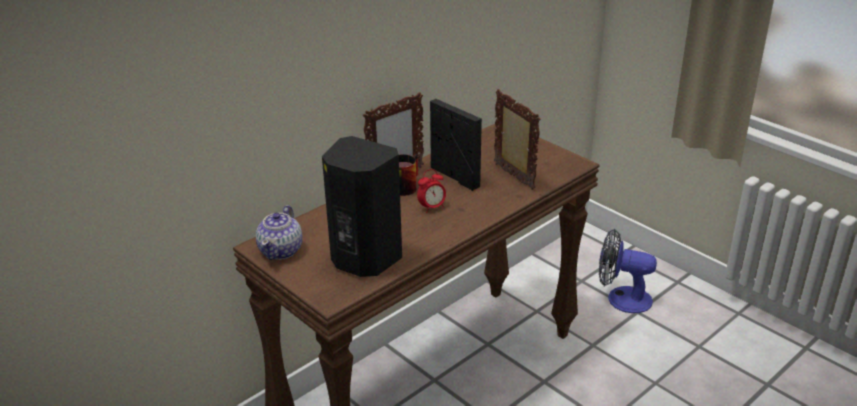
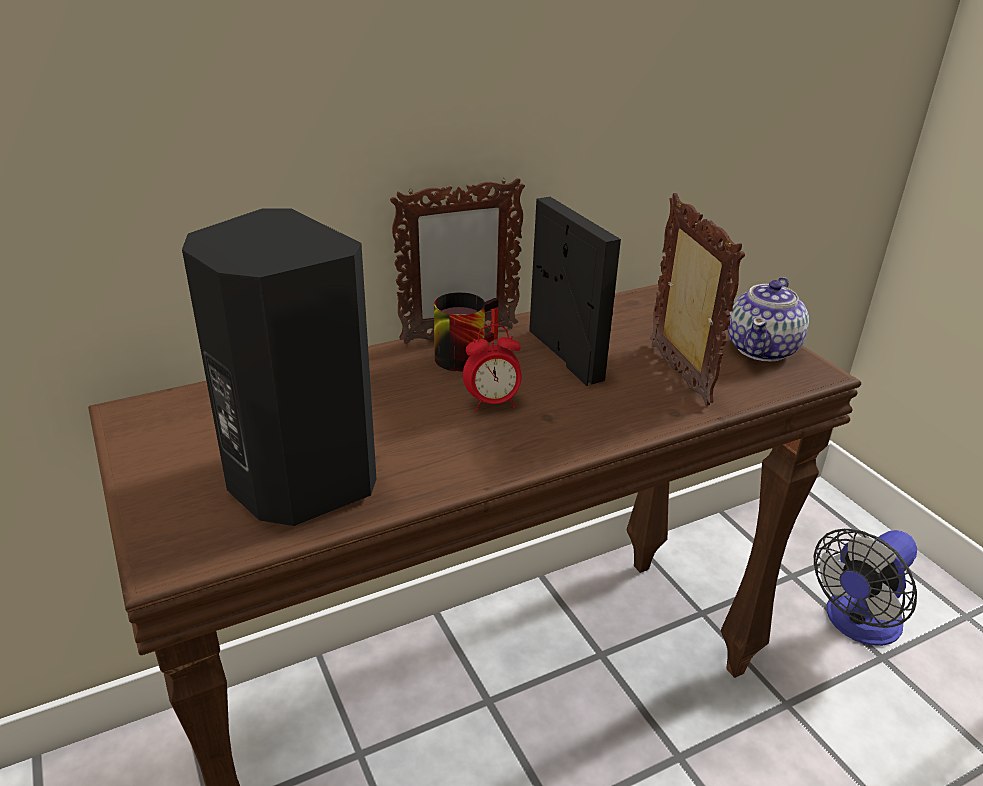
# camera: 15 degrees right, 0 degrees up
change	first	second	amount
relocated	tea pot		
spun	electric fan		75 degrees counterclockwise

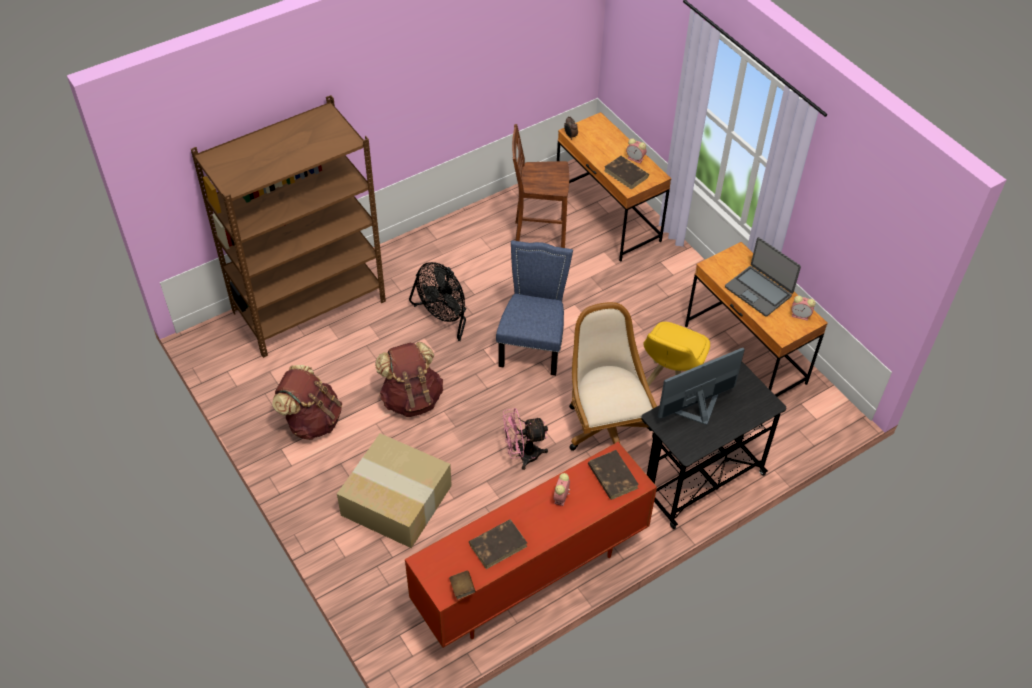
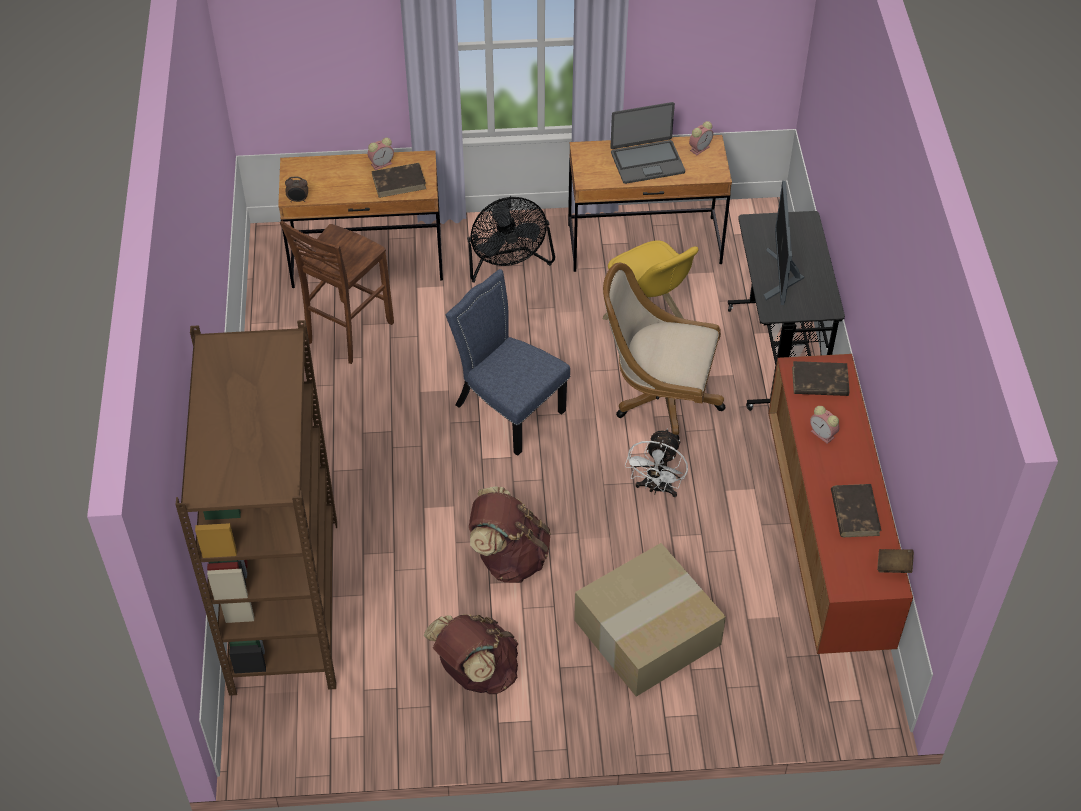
# camera: 60 degrees left, 0 degrees up
change	first	second	amount
relocated	black-coloured electric fan		
colour	pinkish electric fan	white electric fan	

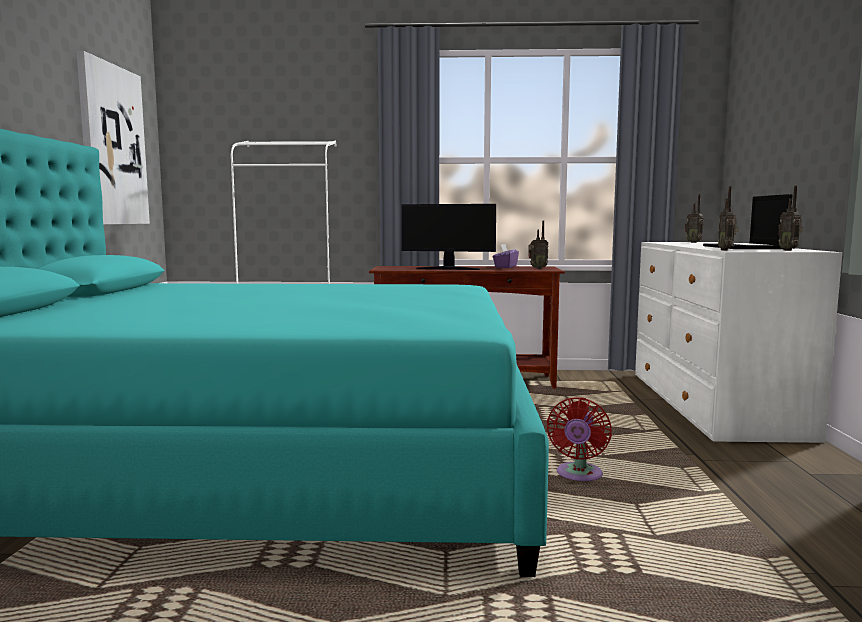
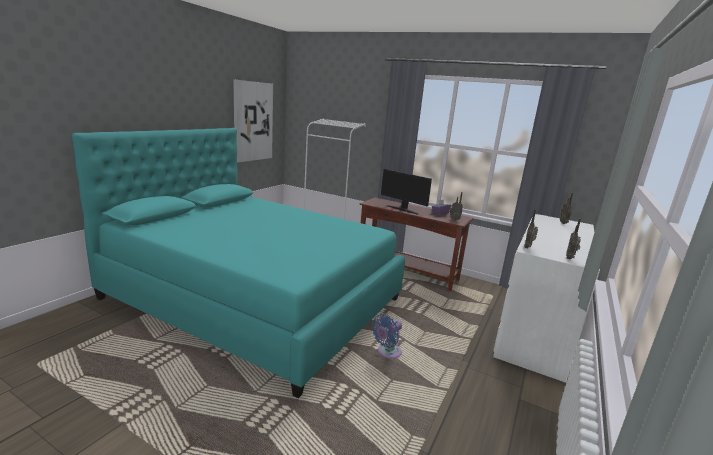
# camera: 25 degrees right, 10 degrees up
change	first	second	amount
colour	reddish electric fan	bluish electric fan	
missing	notebook computer		

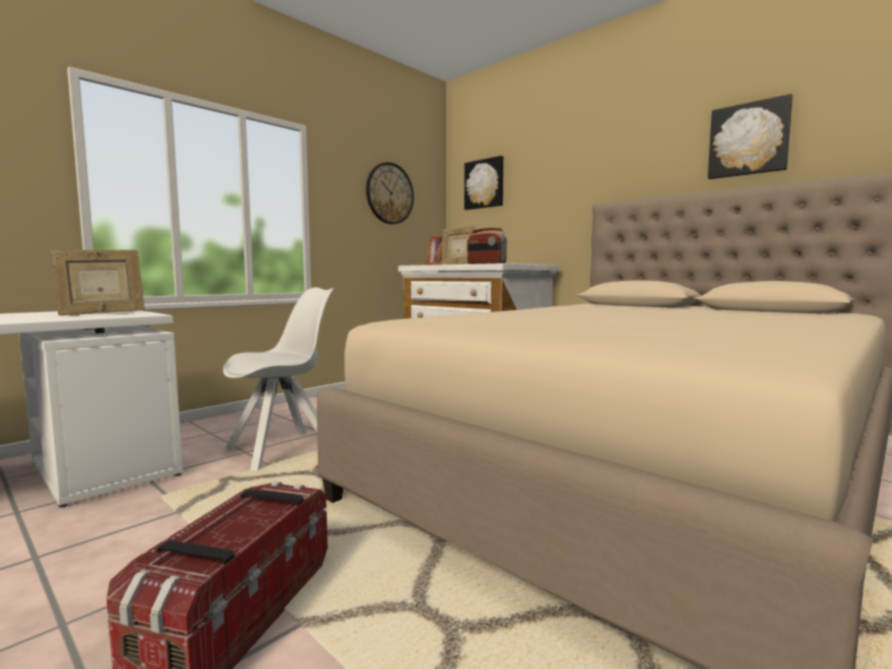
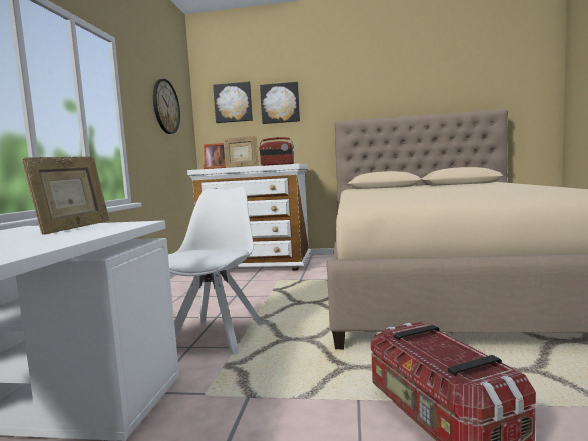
# camera: 35 degrees left, 0 degrees up
change	first	second	amount
relocated	picture (no. 2 from left)		

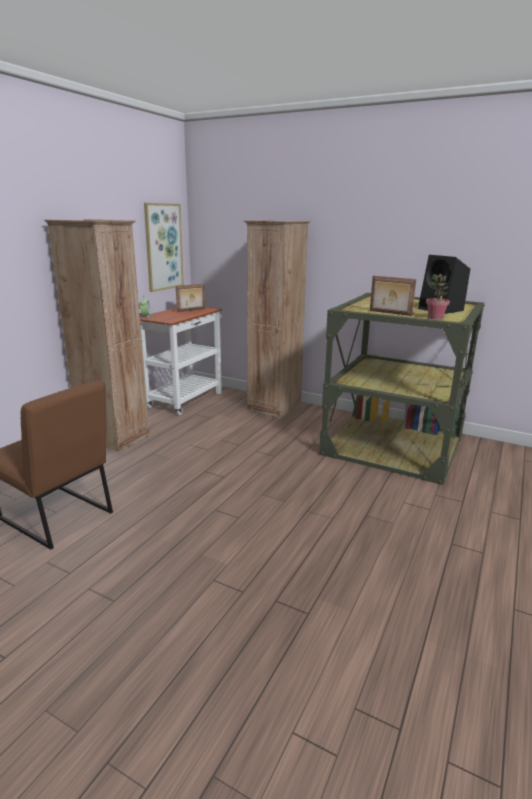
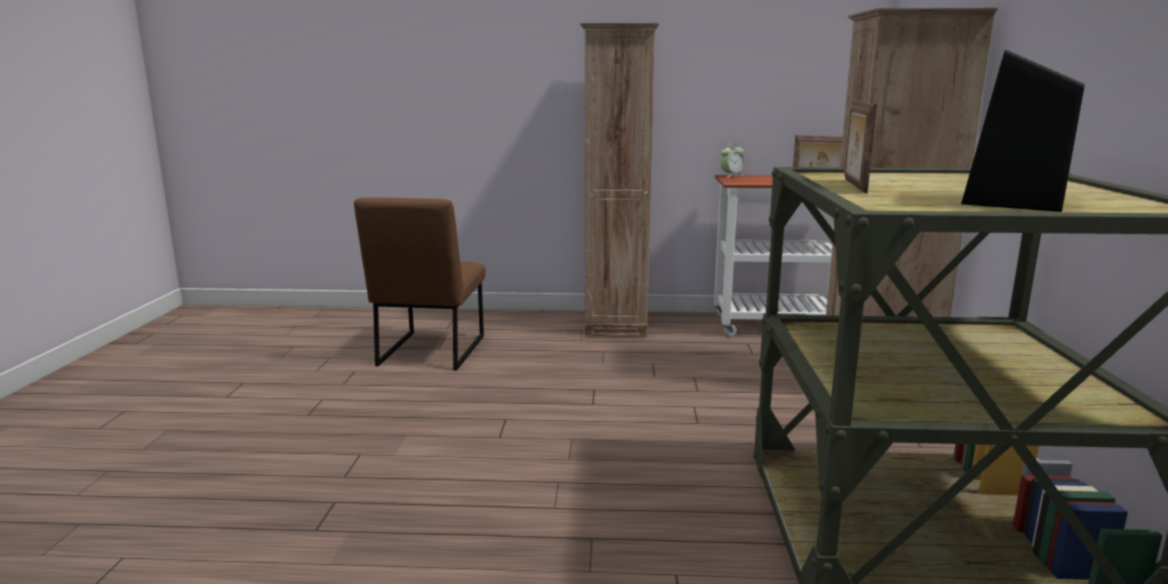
# camera: 65 degrees right, 5 degrees down
change	first	second	amount
missing	picture		
missing	plant in a pot		

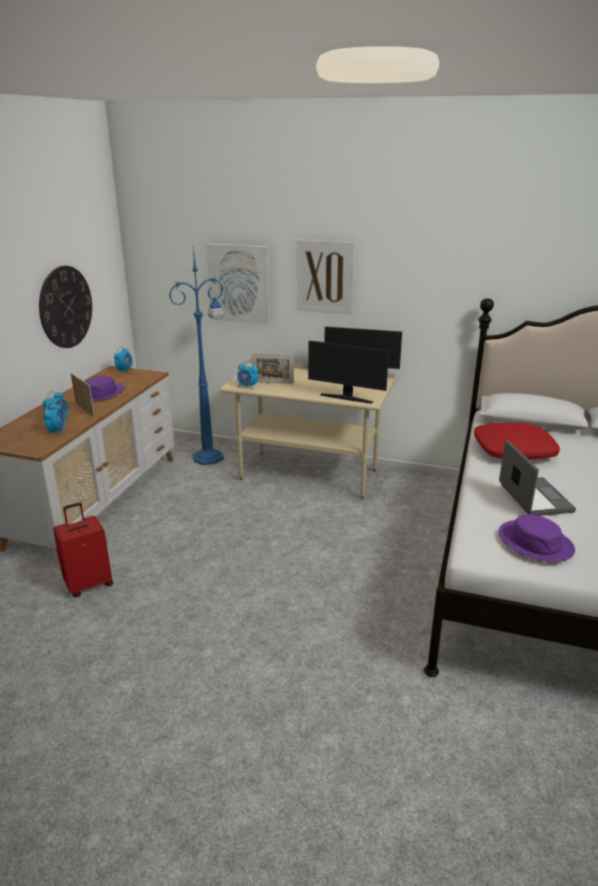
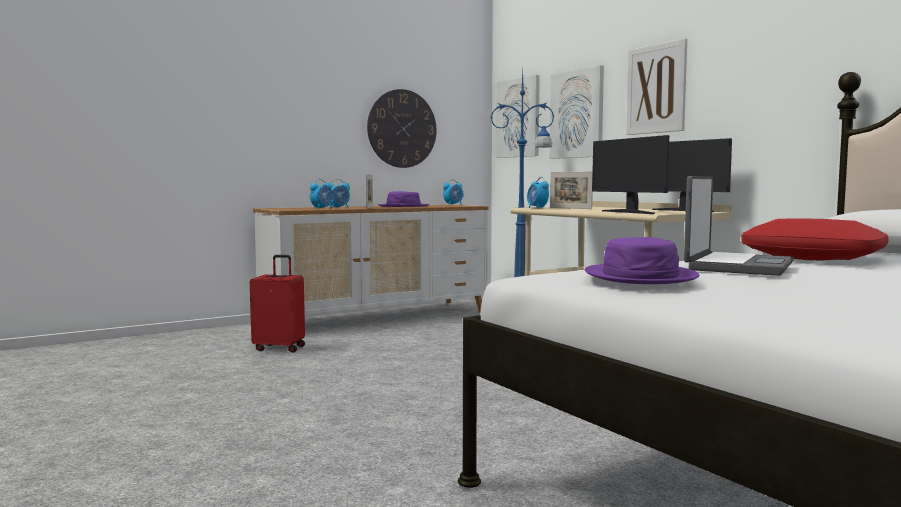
# camera: 40 degrees right, 20 degrees down
change	first	second	amount
appeared		picture (no. 1 from left)	

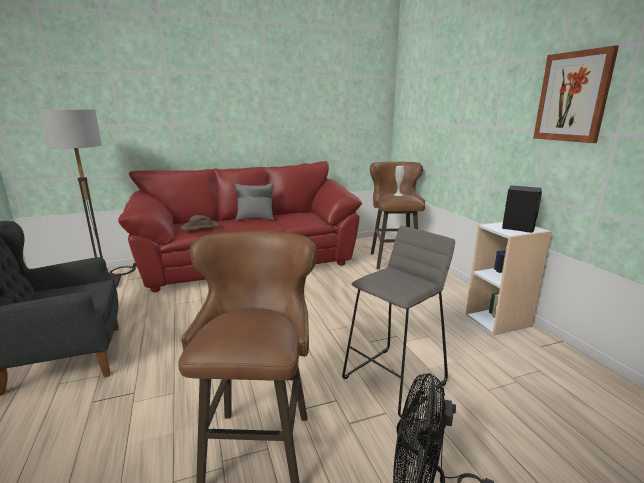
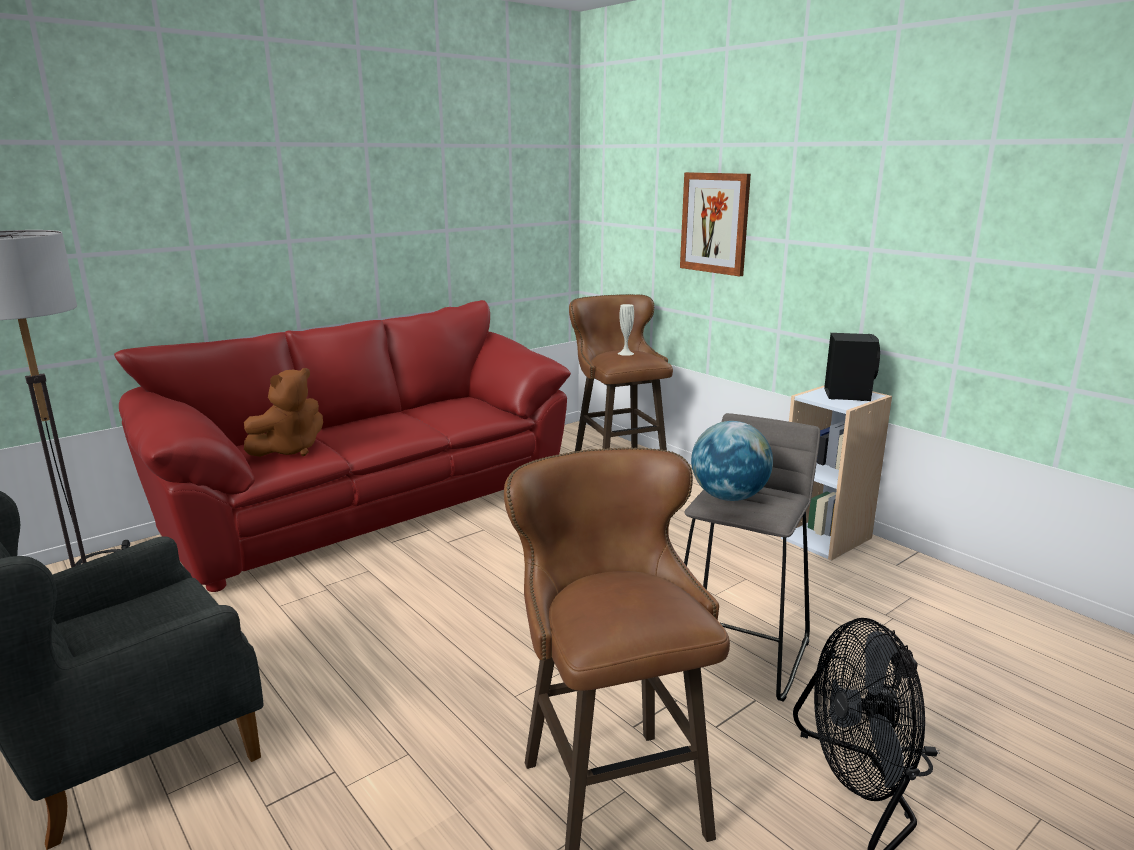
# camera: 20 degrees left, 0 degrees up
change	first	second	amount
exchanged	brown-coloured wearable hat	brown-coloured plush toy	
missing	grey cushion		
relocated	picture		
appeared		globe	

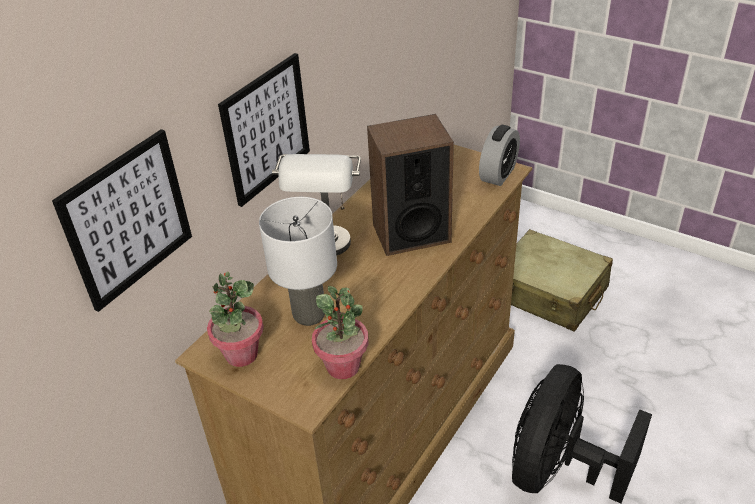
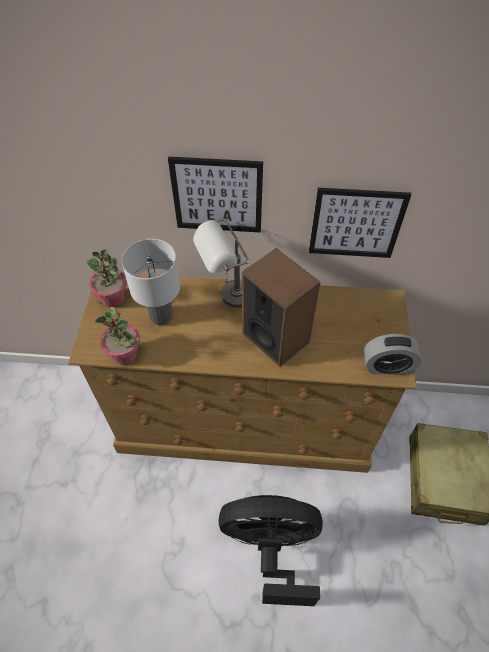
# camera: 60 degrees right, 15 degrees up
change	first	second	amount
relocated	picture (no. 1 from left in the first image)	picture (no. 2 from left)	

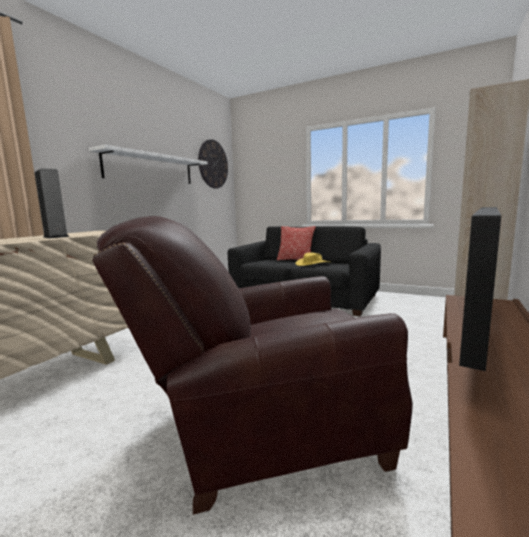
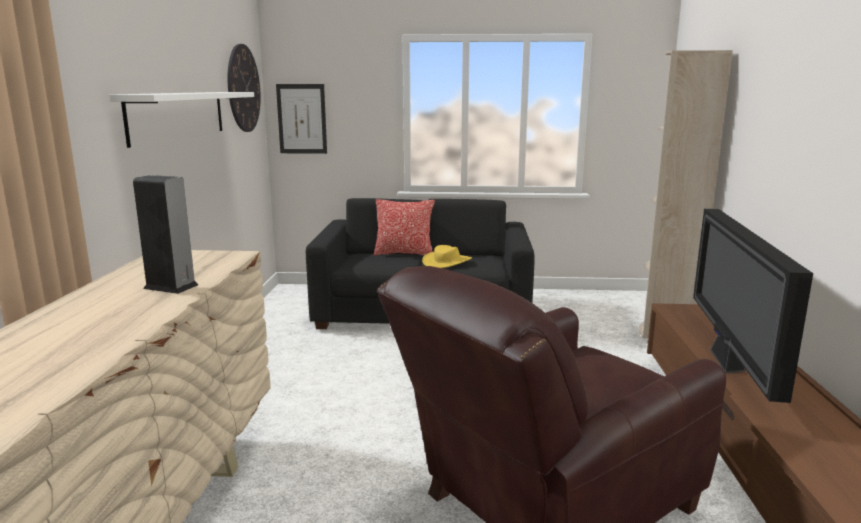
# camera: 25 degrees left, 5 degrees up
change	first	second	amount
appeared		picture	

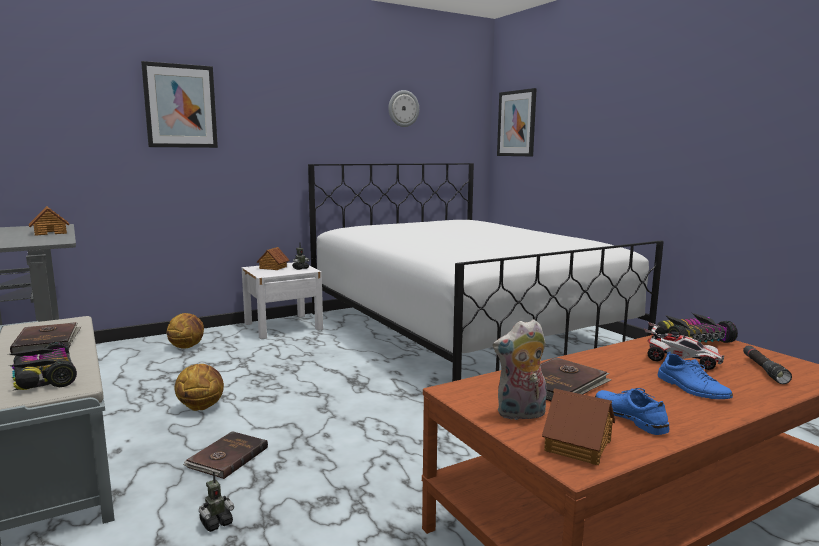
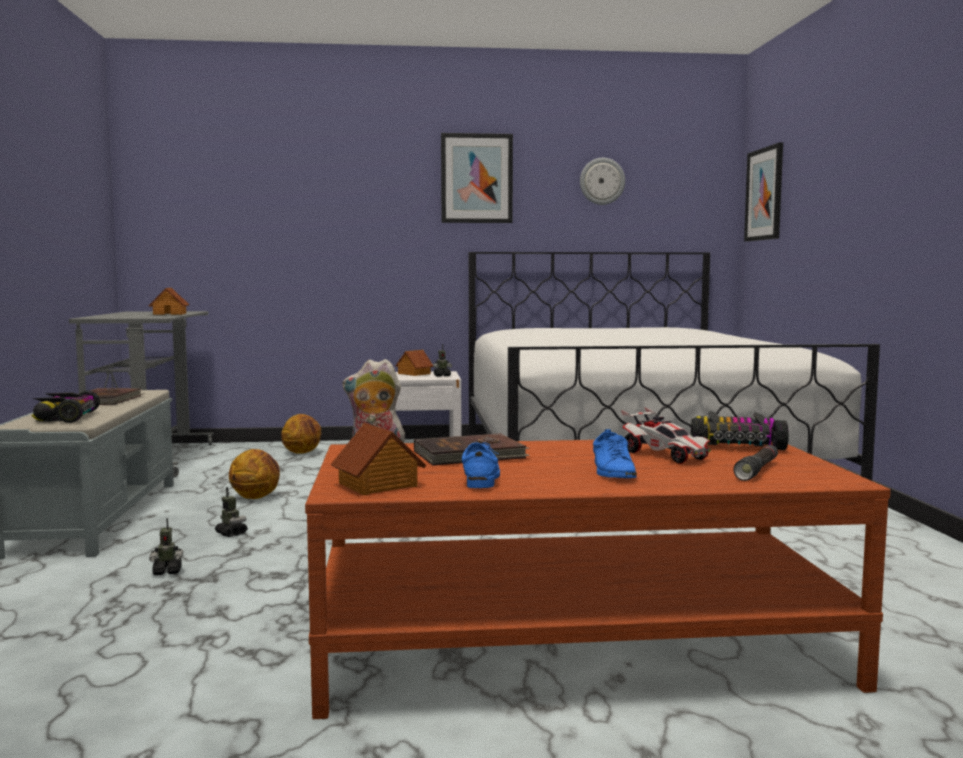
# camera: 25 degrees right, 5 degrees down
change	first	second	amount
relocated	picture (no. 1 from left)		
exchanged	brown-coloured bound book (no. 2 from left)	robot figure (no. 2 from left)	

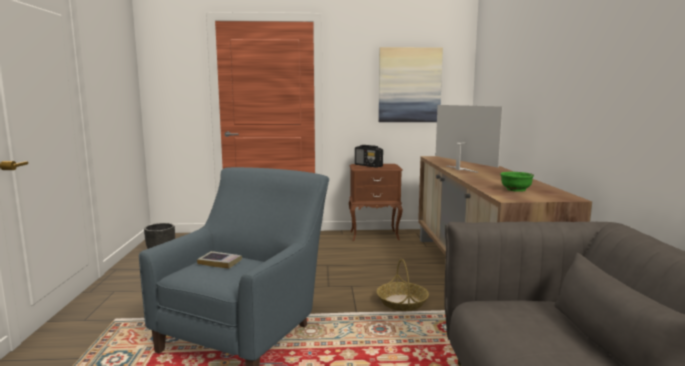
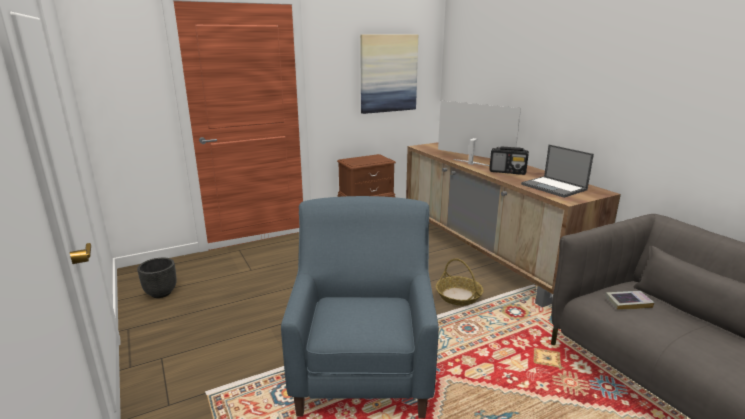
# camera: 25 degrees left, 10 degrees up
change	first	second	amount
relocated	bound book		
relocated	radio set		
exchanged	greenish serving bowl	notebook computer	

